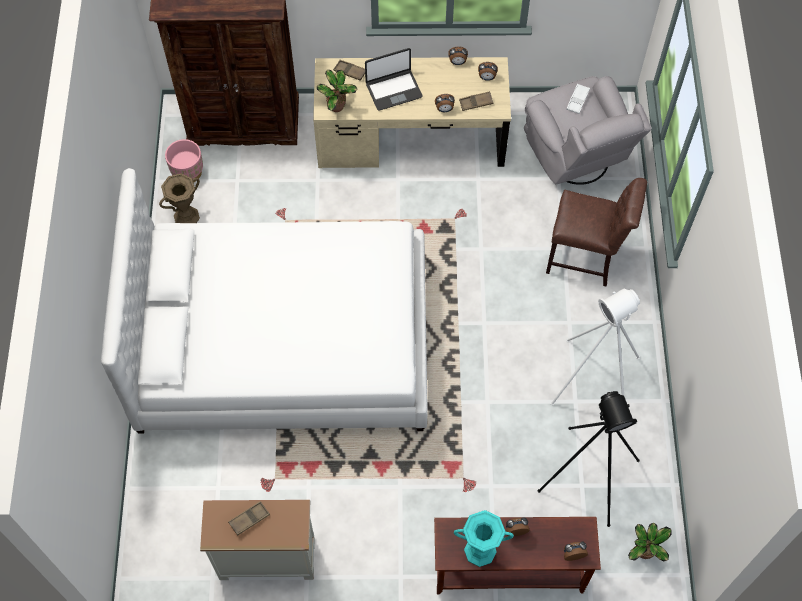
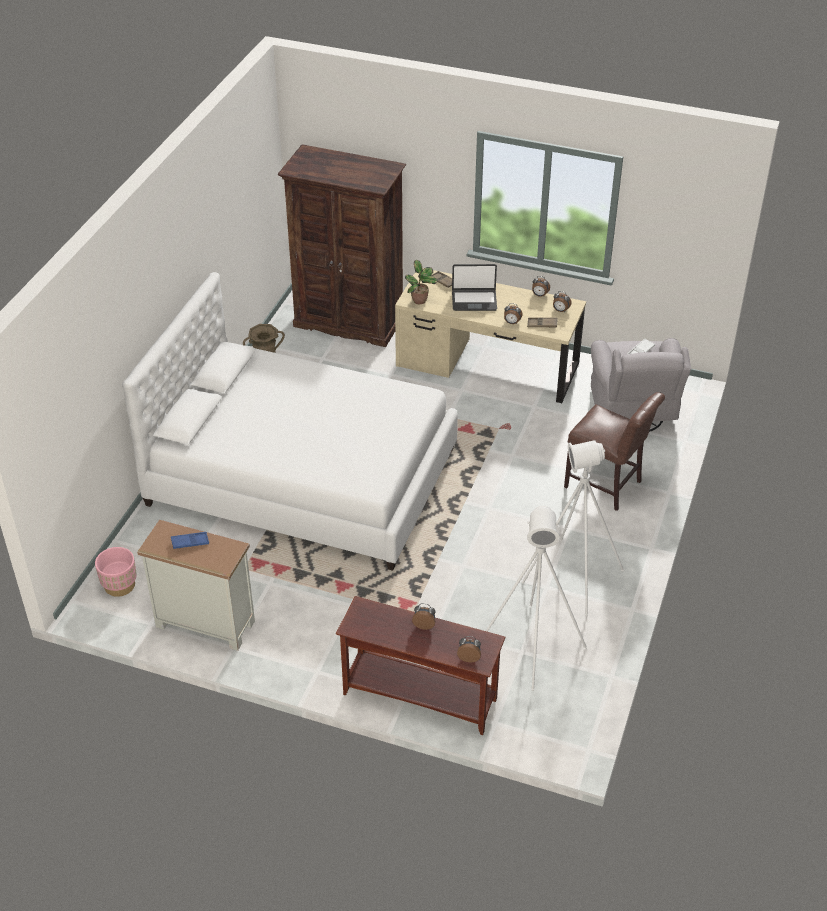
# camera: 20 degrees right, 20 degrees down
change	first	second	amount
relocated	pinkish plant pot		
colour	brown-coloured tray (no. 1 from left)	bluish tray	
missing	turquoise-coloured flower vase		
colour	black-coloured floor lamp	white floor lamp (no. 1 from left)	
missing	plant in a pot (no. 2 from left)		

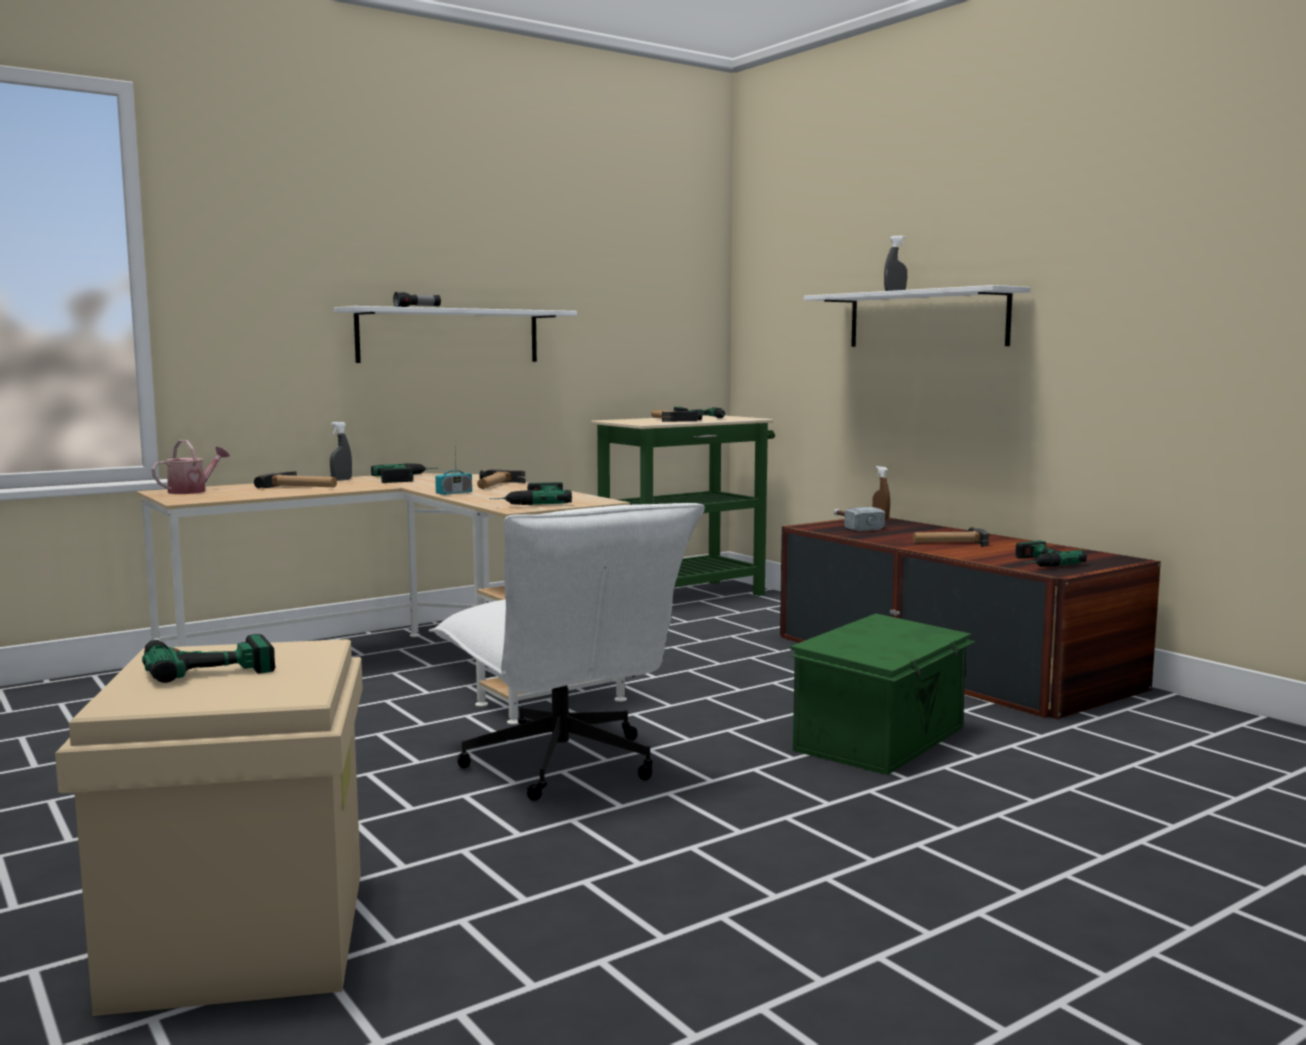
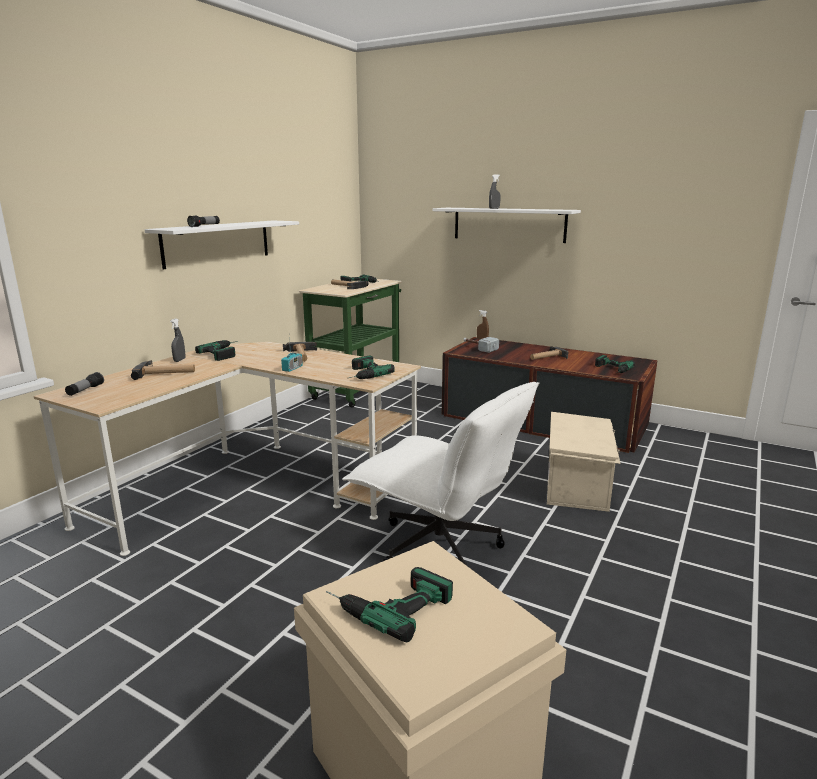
# camera: 25 degrees left, 10 degrees up
change	first	second	amount
exchanged	sprinkling can	torch (no. 1 from left)	
colour	greenish storage box	sand-coloured storage box (no. 2 from left)	

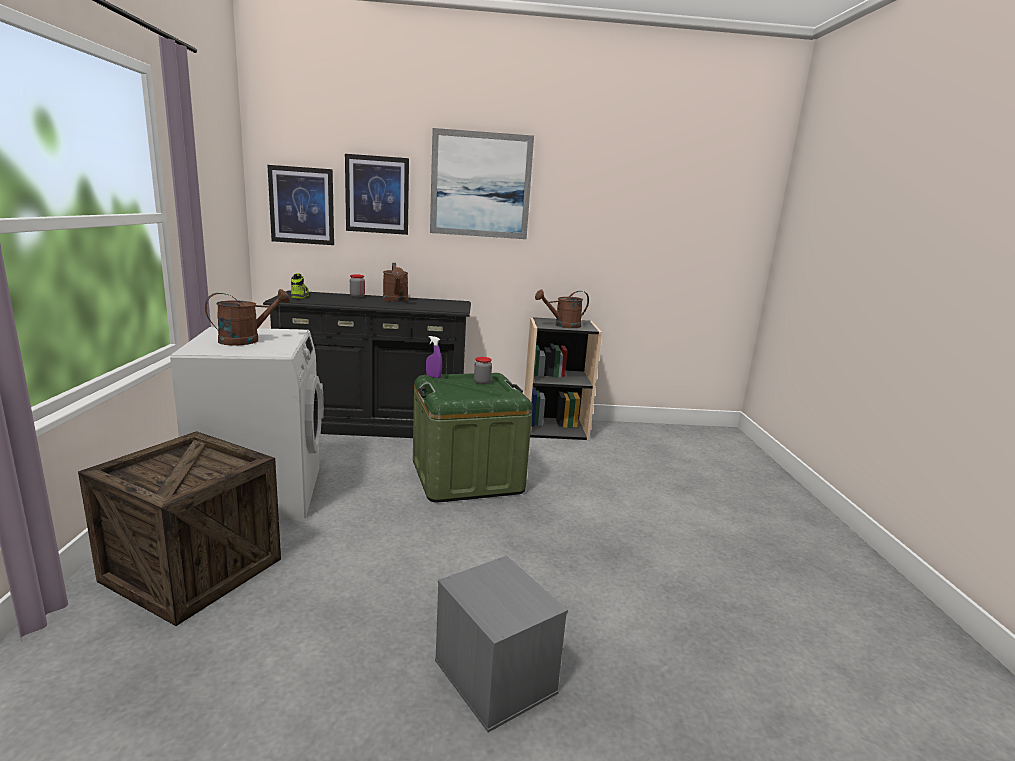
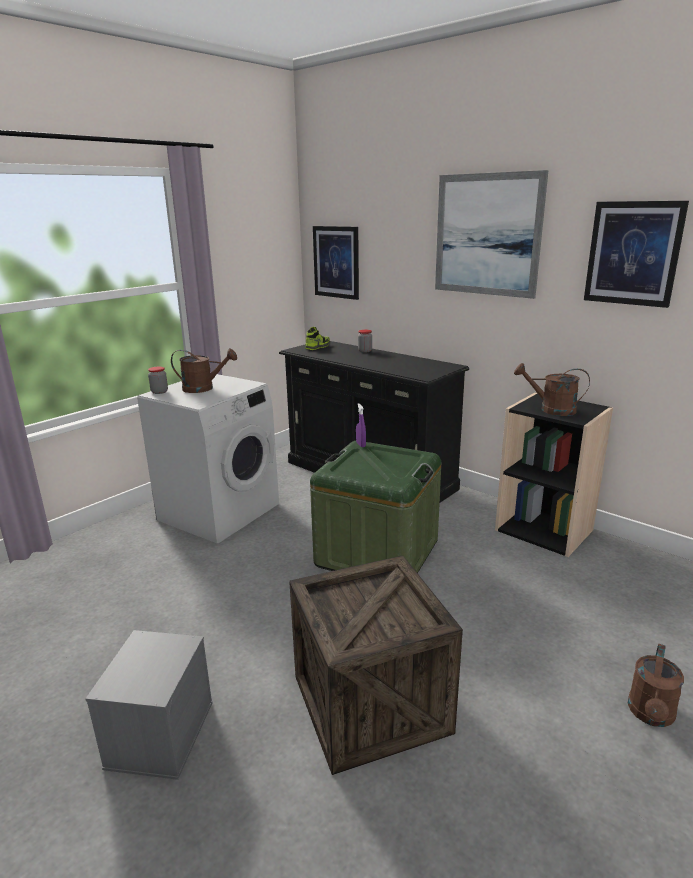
# camera: 45 degrees right, 5 degrees up
change	first	second	amount
relocated	packing crate		
relocated	picture (no. 2 from left in the first image)	picture (no. 3 from left)	
relocated	brown-coloured sprinkling can (no. 2 from left in the first image)	brown-coloured sprinkling can (no. 3 from left)	
relocated	jar (no. 2 from left in the first image)	jar (no. 1 from left)	

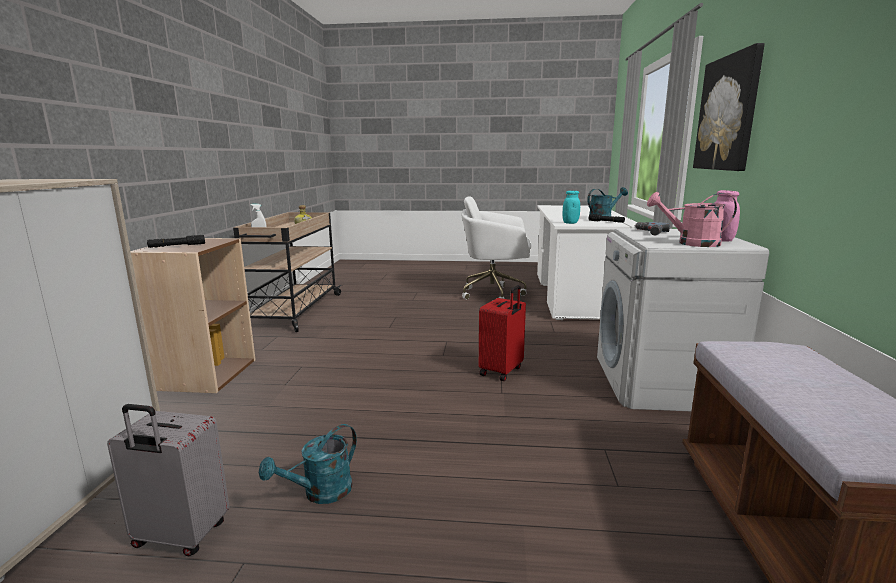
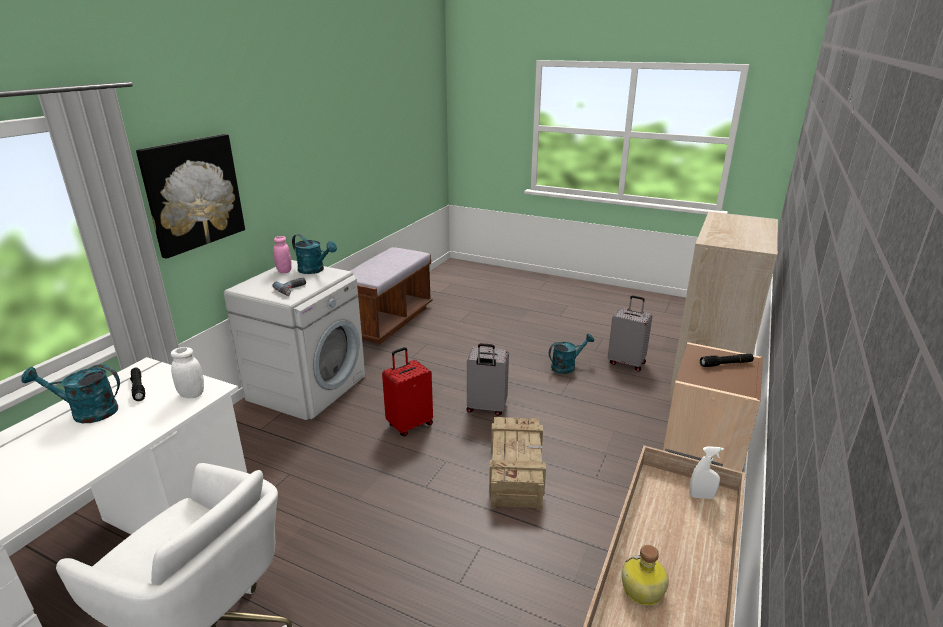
# camera: 160 degrees left, 10 degrees up
change	first	second	amount
colour	turquoise-coloured jar	white jar	
colour	pinkish sprinkling can	turquoise-coloured sprinkling can (no. 2 from left)	
appeared		grey travel case (no. 1 from left)	
appeared		packing crate	

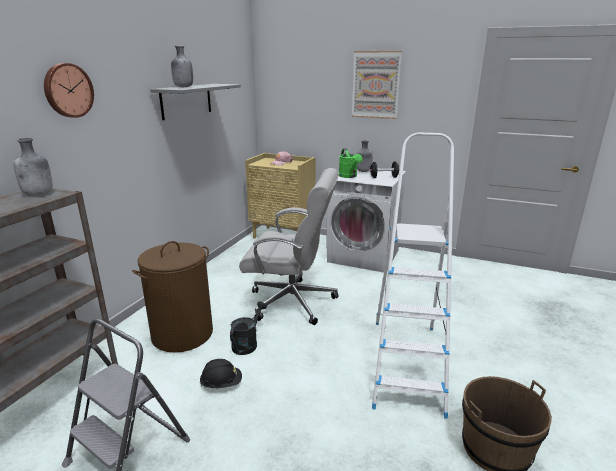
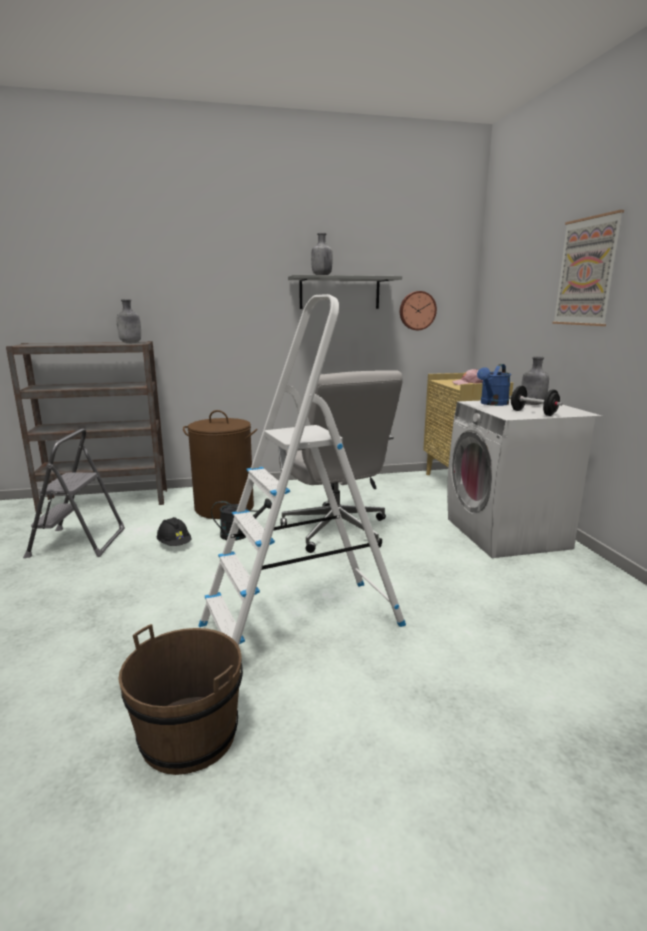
# camera: 55 degrees right, 5 degrees down
change	first	second	amount
relocated	hanging clock		
colour	greenish sprinkling can	bluish sprinkling can	

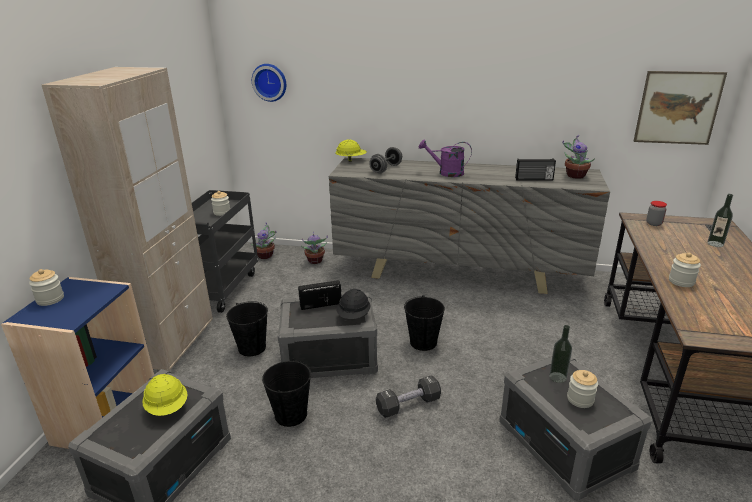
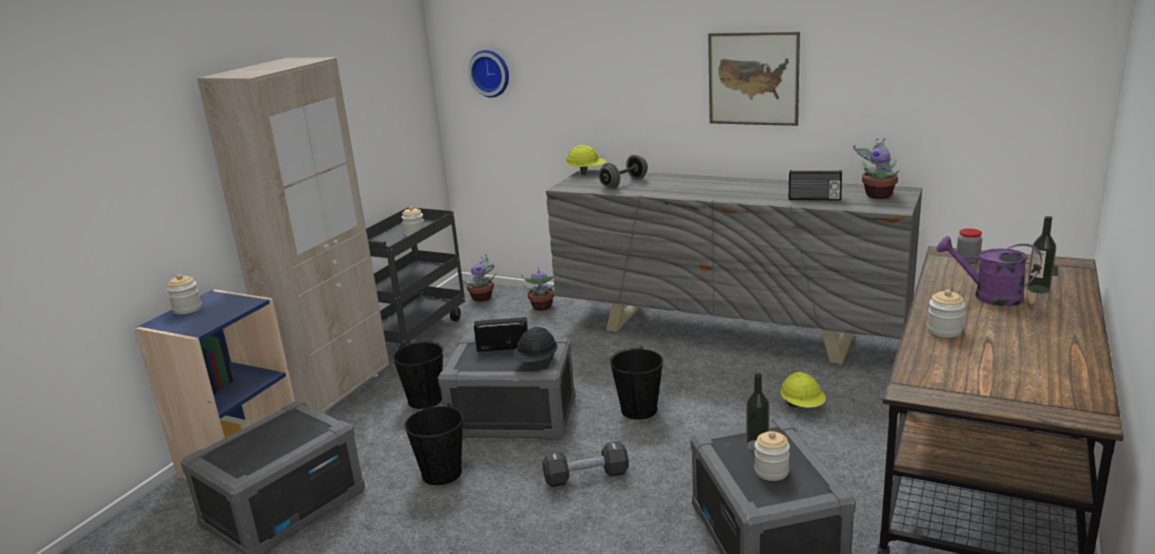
# camera: 15 degrees right, 5 degrees down
change	first	second	amount
relocated	yellow-coloured safety helmet (no. 1 from left in the first image)	yellow-coloured safety helmet (no. 2 from left)	
relocated	purple-coloured sprinkling can		
relocated	picture		

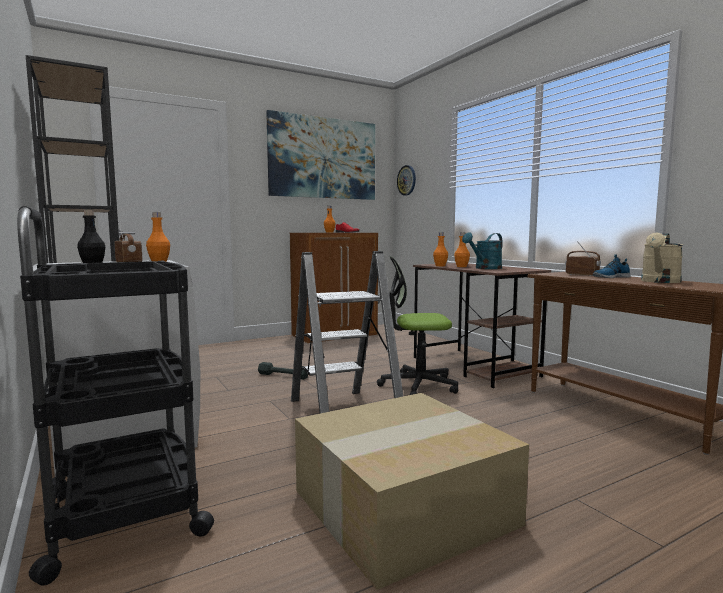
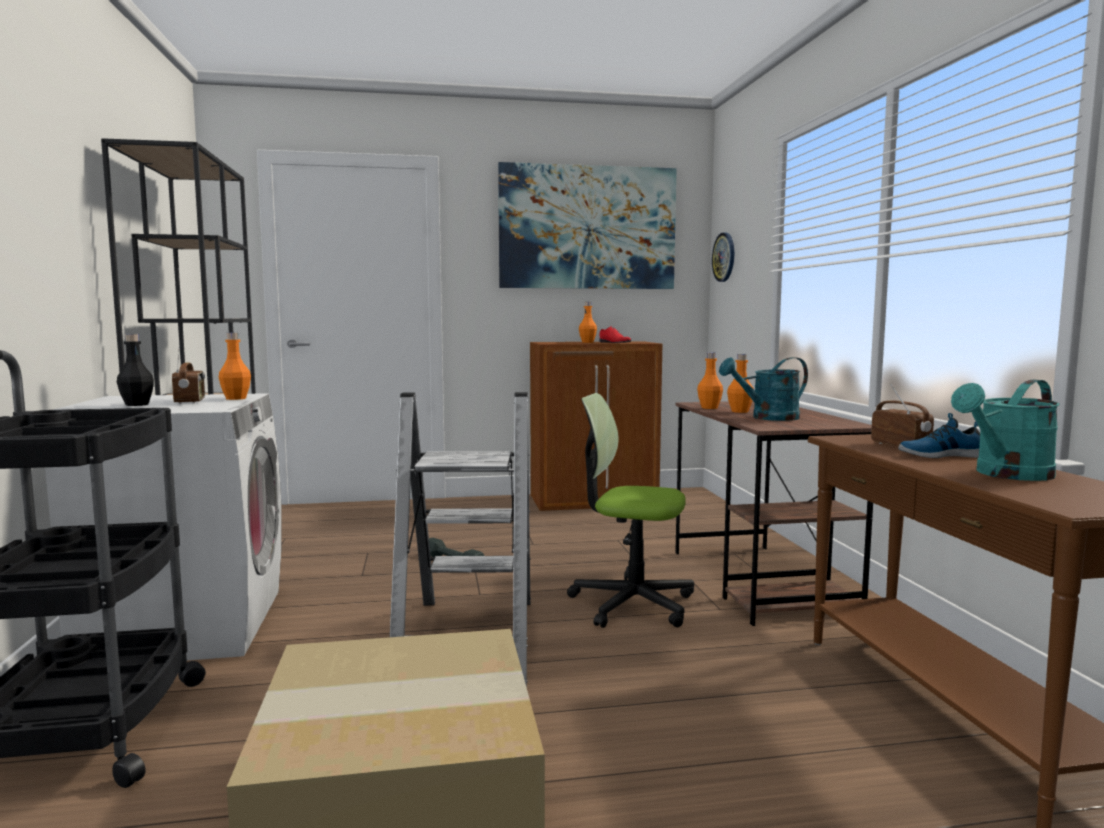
# camera: 20 degrees right, 0 degrees up
change	first	second	amount
colour	sand-coloured sprinkling can	turquoise-coloured sprinkling can (no. 2 from left)	

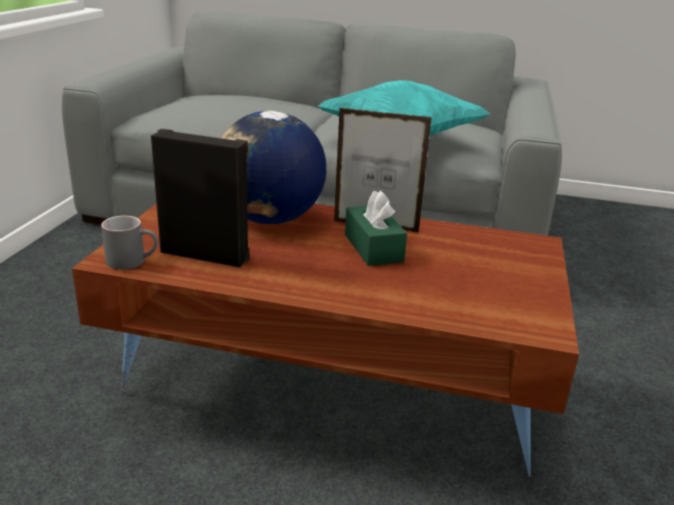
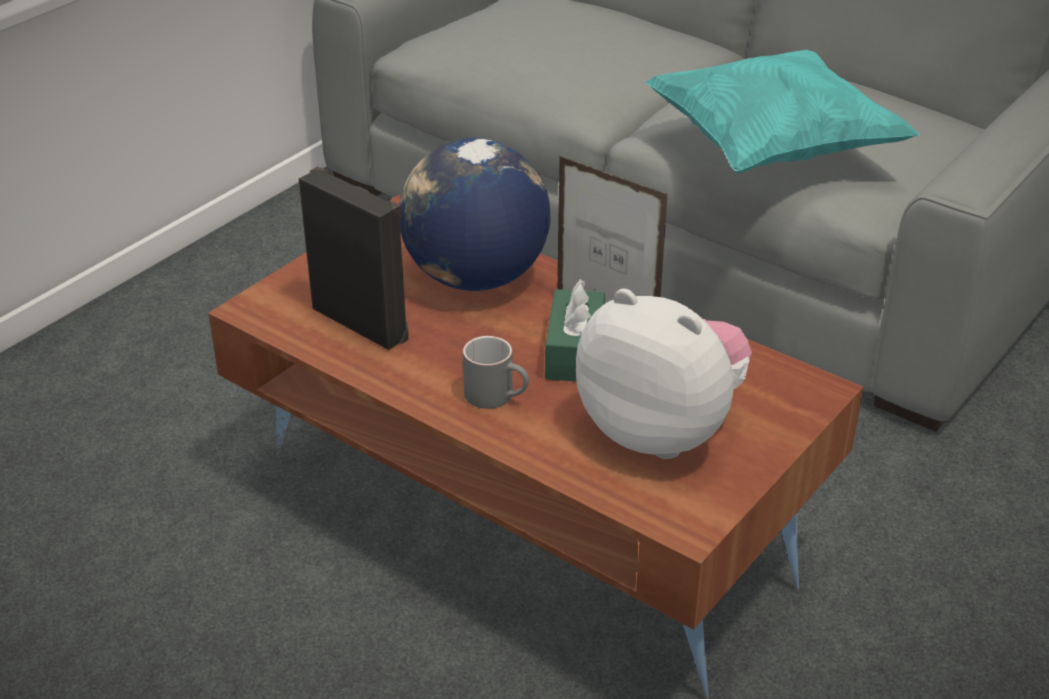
# camera: 25 degrees right, 10 degrees up
change	first	second	amount
relocated	grey mug		
appeared		plush toy	

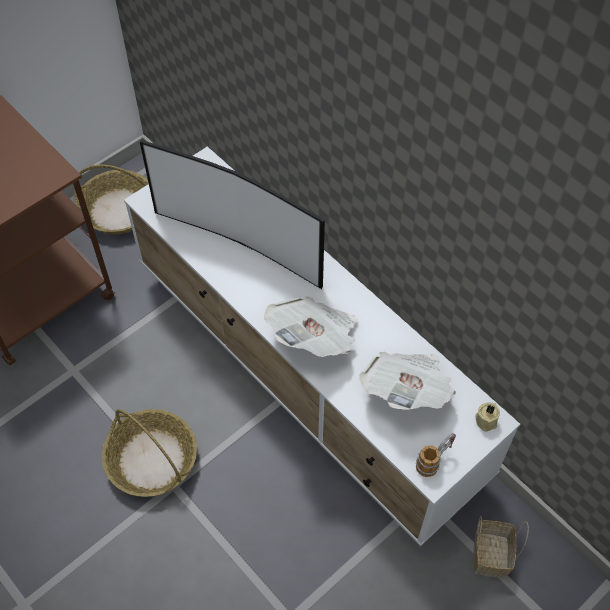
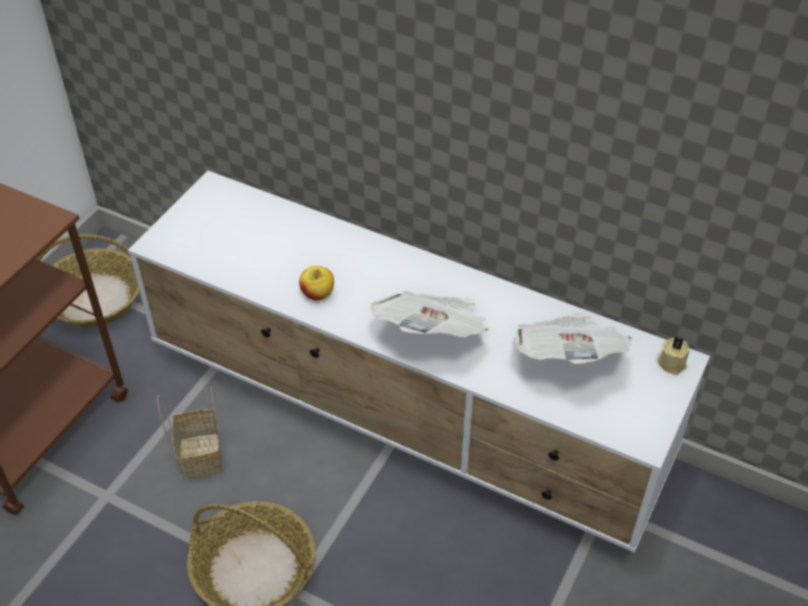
# camera: 20 degrees left, 10 degrees down
change	first	second	amount
missing	television		
missing	mug		
relocated	storage basket (no. 3 from left in the first image)	storage basket (no. 2 from left)	
appeared		whole apple	

